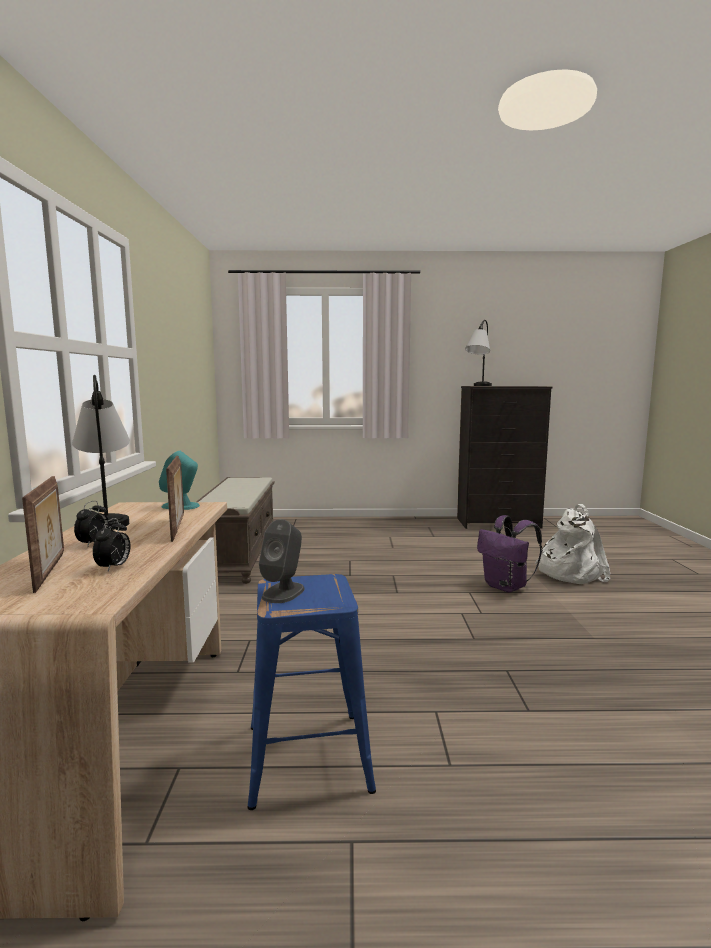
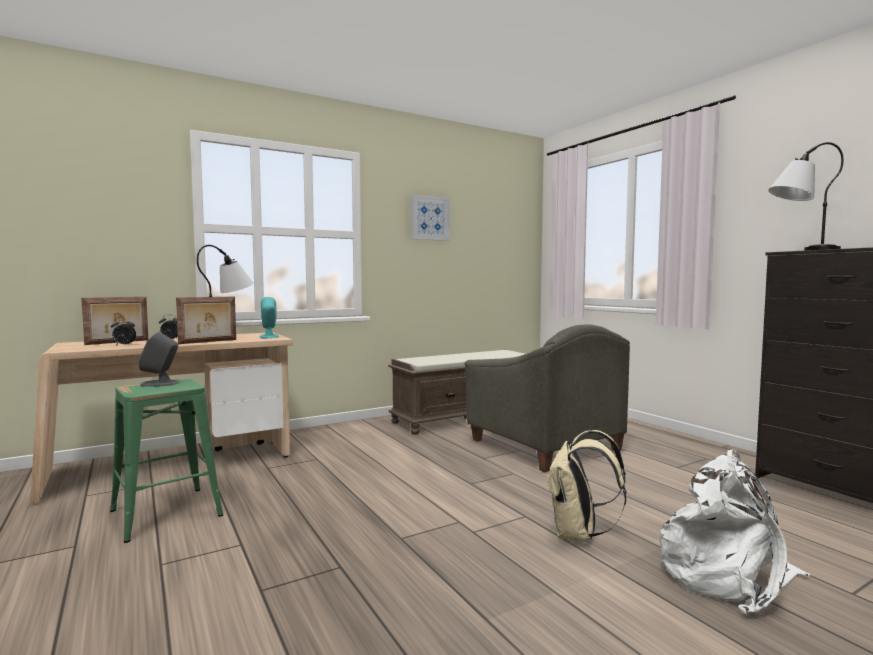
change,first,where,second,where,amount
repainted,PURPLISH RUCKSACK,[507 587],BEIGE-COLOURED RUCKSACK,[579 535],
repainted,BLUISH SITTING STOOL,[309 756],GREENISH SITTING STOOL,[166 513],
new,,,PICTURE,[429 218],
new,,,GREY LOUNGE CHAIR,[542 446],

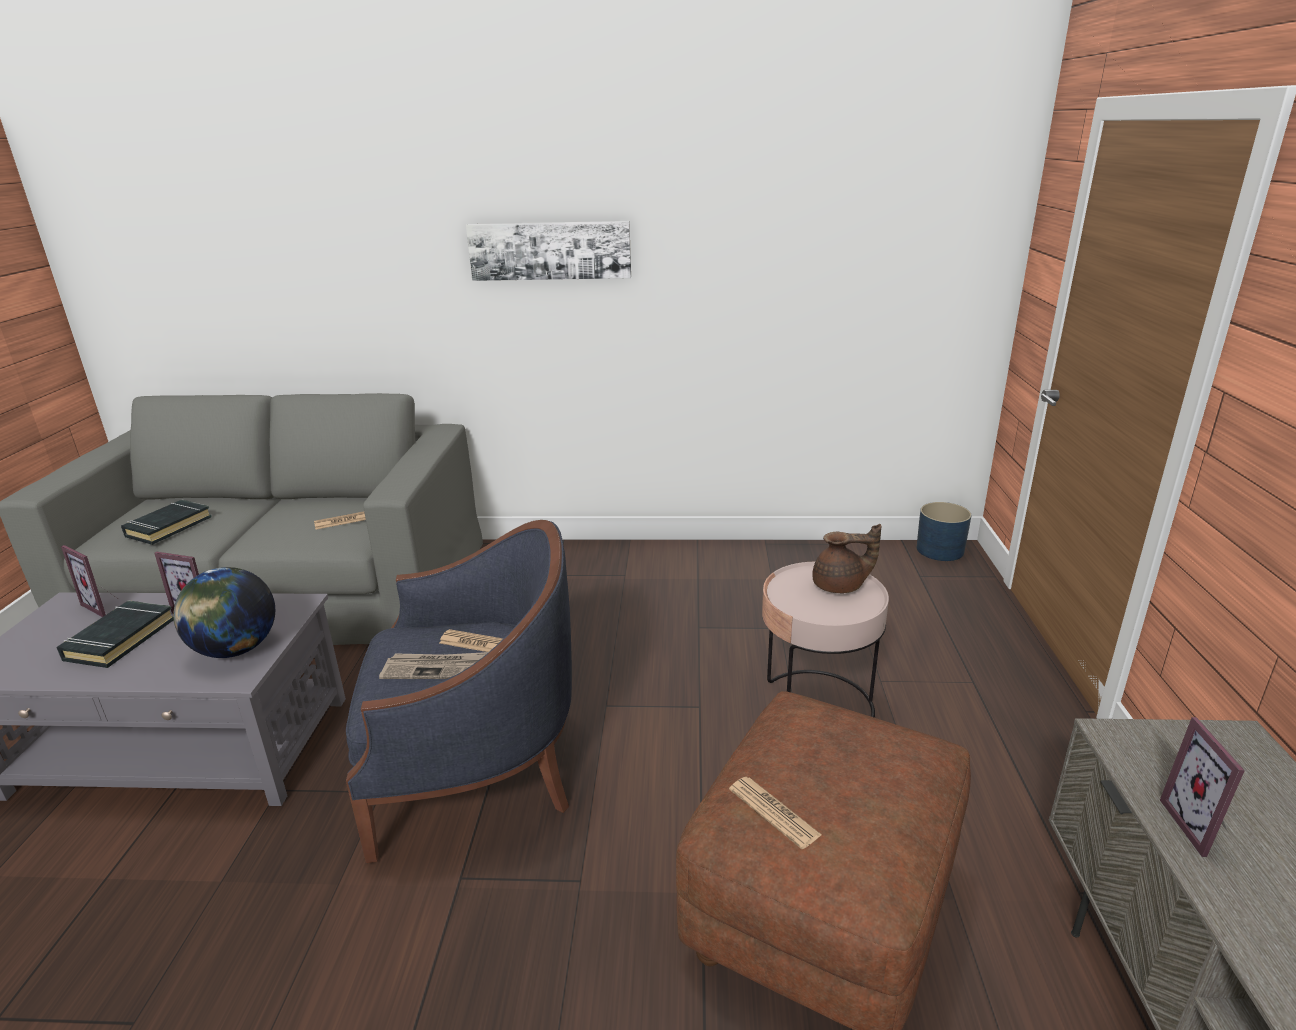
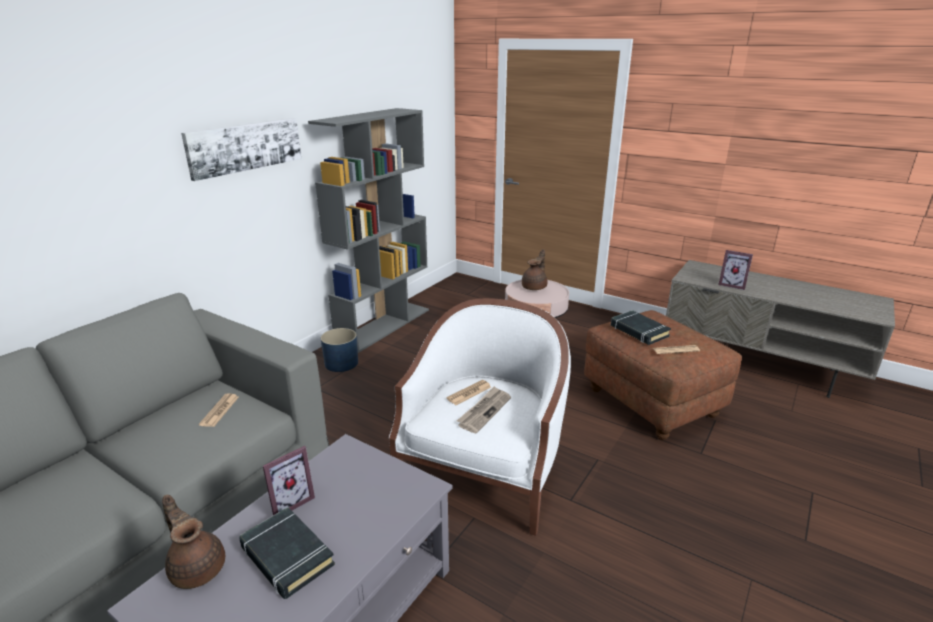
change,first,where,second,where,amount
shifted,BLACK BOOK,[168 526],,[638 331],
shifted,BLUISH PLANT POT,[940 550],,[341 363],
repainted,BLUISH LOUNGE CHAIR,[475 766],WHITE LOUNGE CHAIR,[484 472],
swapped,PHOTO FRAME,[105 605],BROWNISH POT FOR TEA,[197 567],
gone,WORLD GLOBE,[236 649],,,
new,,,GREY BOOKCASE,[384 326],

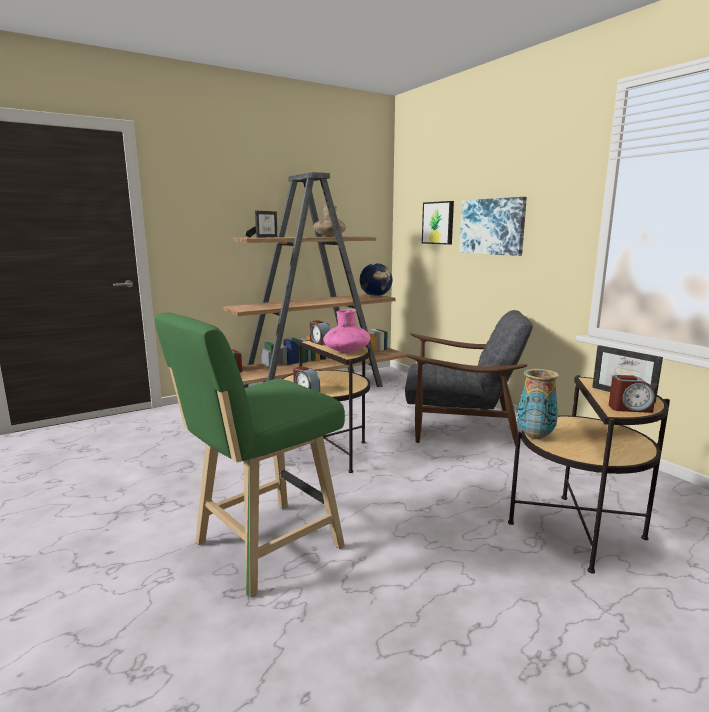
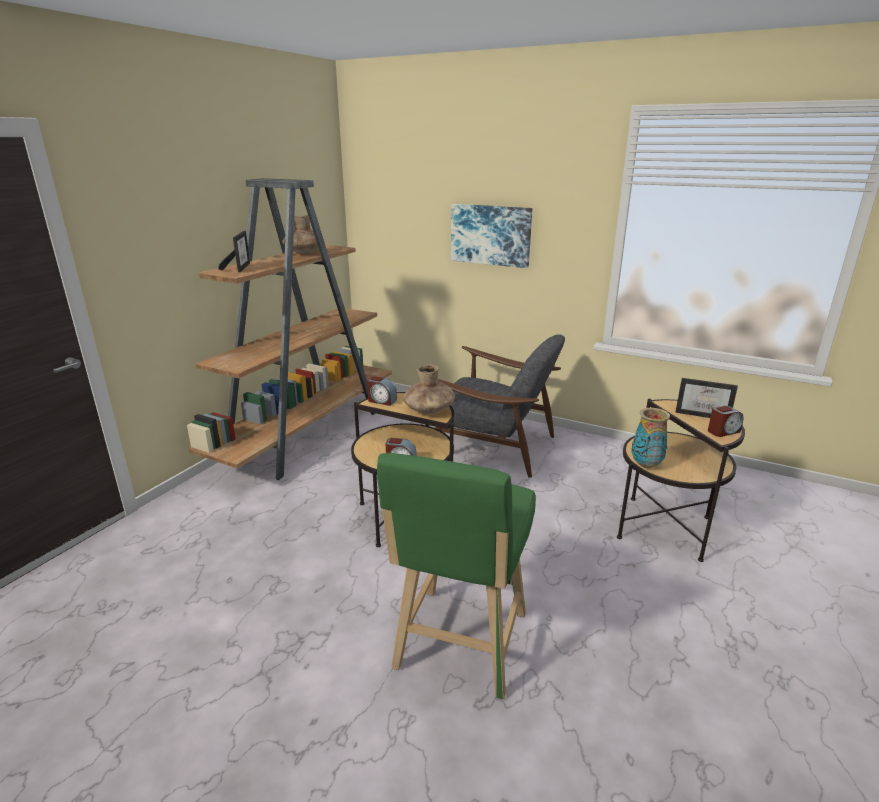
change,first,where,second,where,amount
gone,PICTURE,[438 223],,,
gone,WORLD GLOBE,[376 296],,,
repainted,PINK-COLOURED VASE,[346 351],BROWNISH VASE,[429 410],
rotated,GREY LOUNGE CHAIR,[459 426],,[493 445],45 degrees clockwise

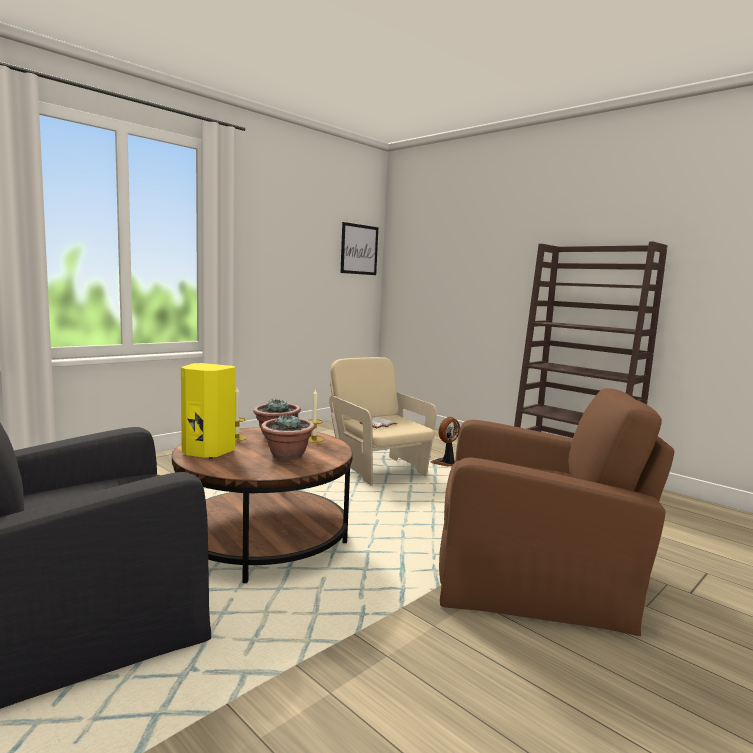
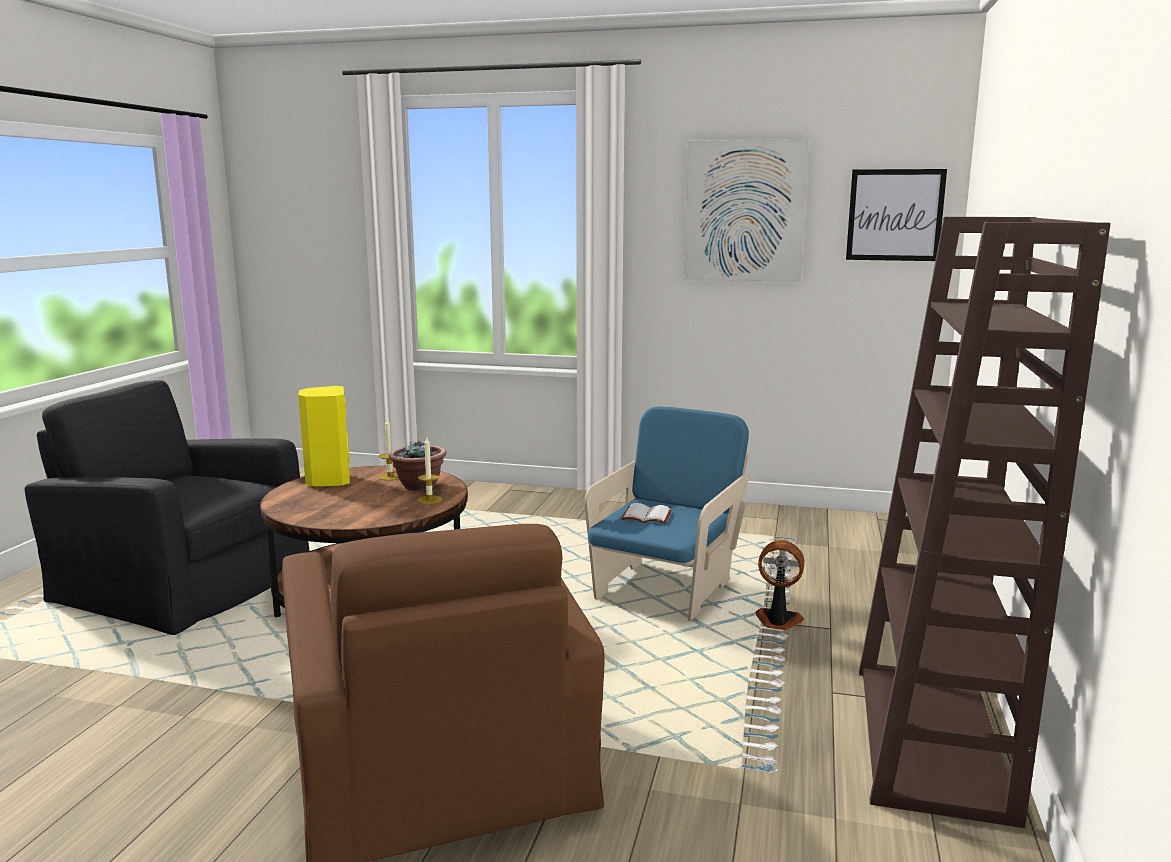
change,first,where,second,where,amount
repainted,BEIGE-COLOURED LOUNGE CHAIR,[378 469],BLUISH LOUNGE CHAIR,[665 588],
gone,PLANT IN A POT,[287 456],,,
new,,,PICTURE,[744 211],

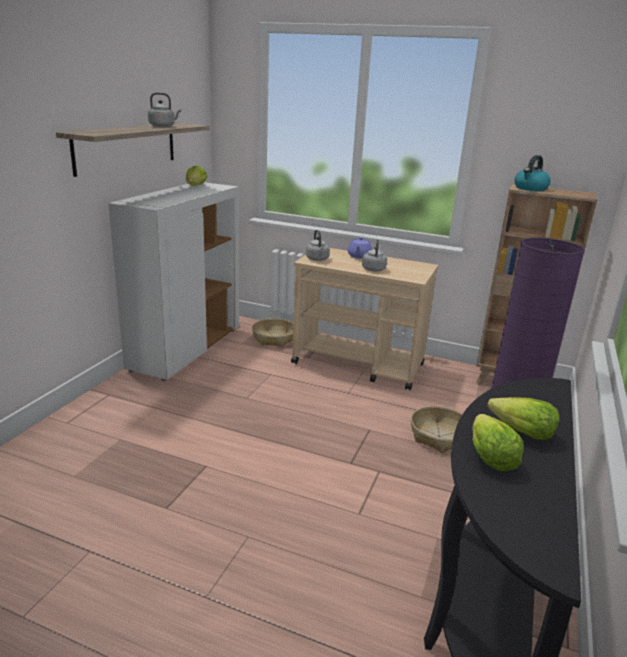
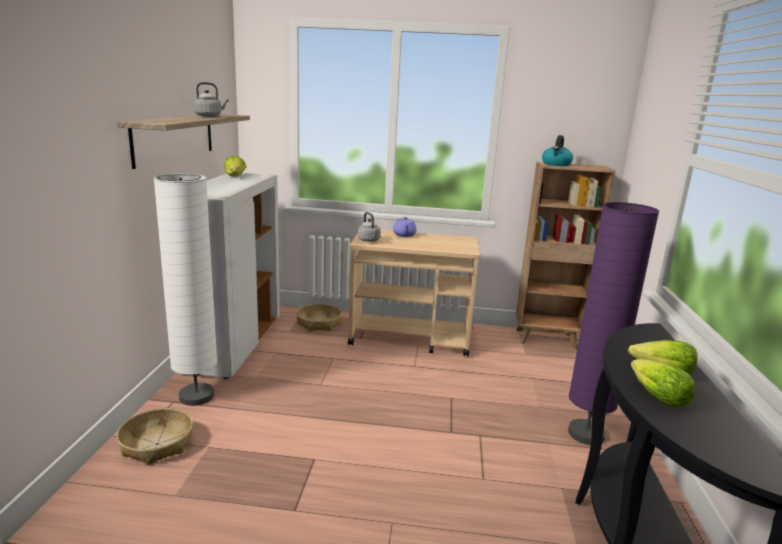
change,first,where,second,where,amount
gone,GREY KETTLE,[373 269],,,
shifted,HOUSEHOLD BASKET,[439 436],,[157 444],
new,,,WHITE STANDING LAMP,[196 396],

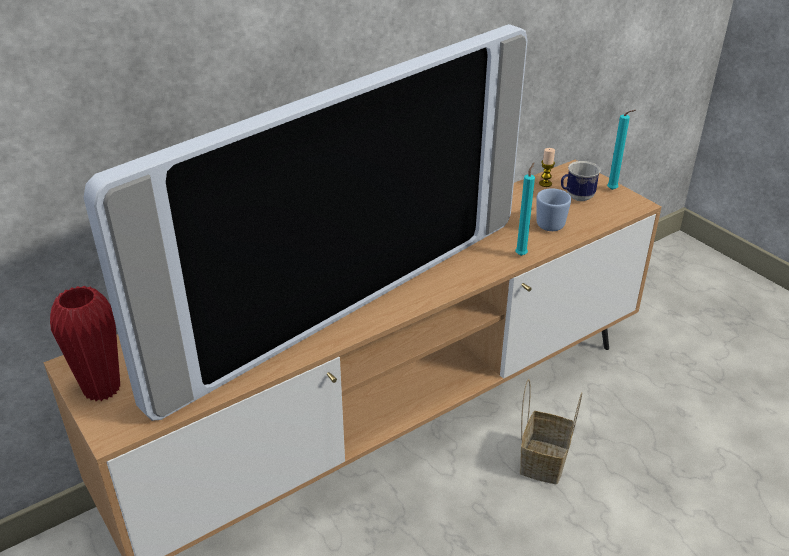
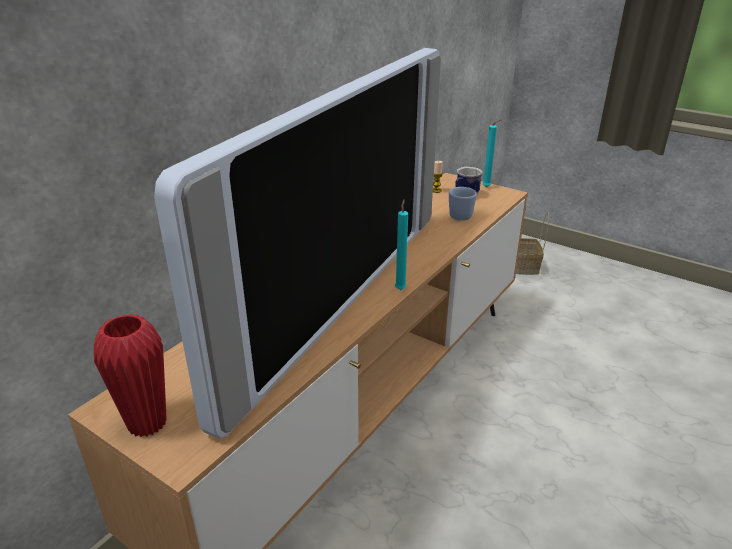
change,first,where,second,where,amount
shifted,BLUE-GREEN CANDLE,[521 254],,[400 289],
shifted,HOUSEHOLD BASKET,[542 459],,[523 266],

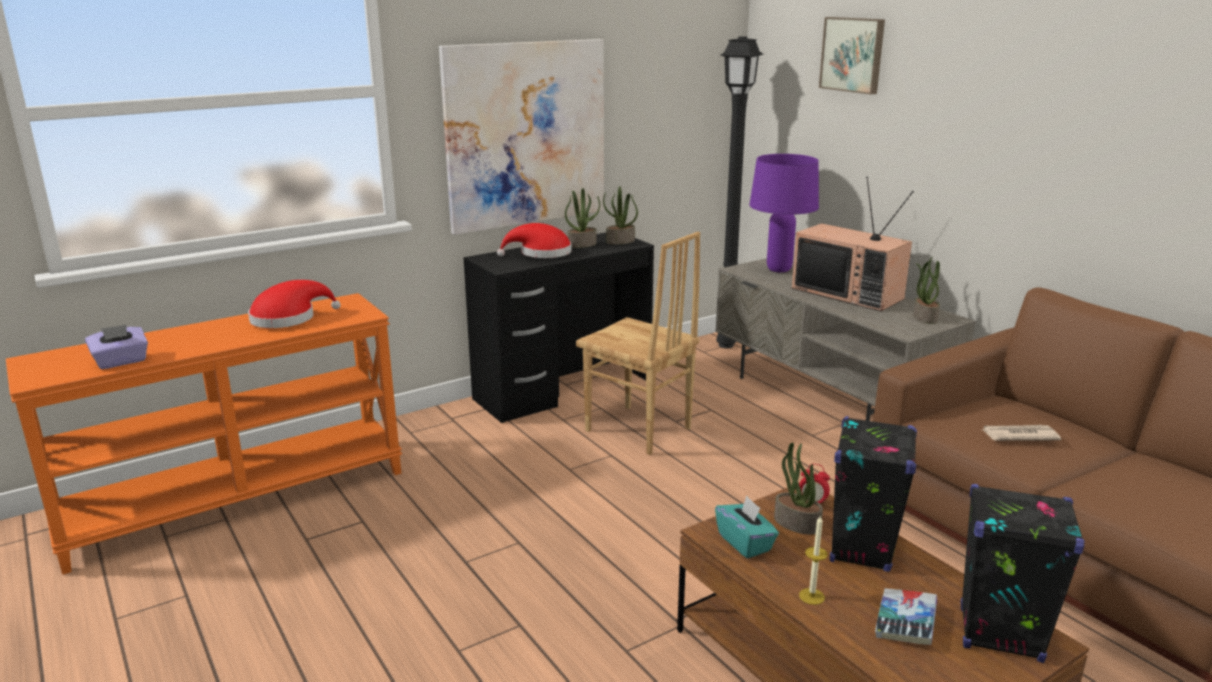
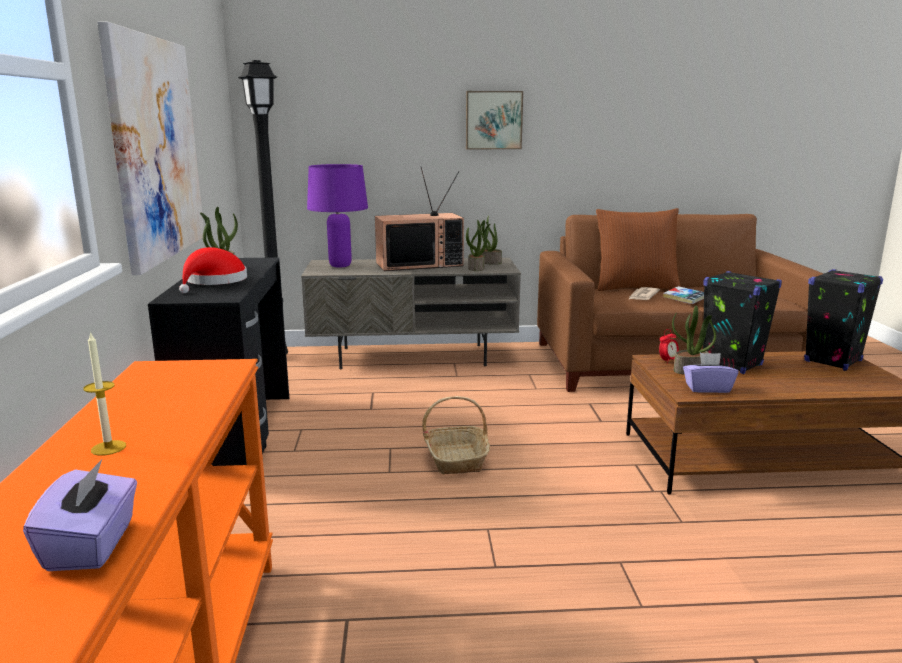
change,first,where,second,where,amount
shifted,PICTURE,[853 54],,[493 120],
shifted,PLANT IN A POT,[620 241],,[476 268],
gone,BROWNISH CHAIR,[637 430],,,
gone,RED CLOTHING HAT,[288 318],,,
repainted,BLUE-GREEN BOX OF TISSUES,[745 543],PURPLISH BOX OF TISSUES,[707 388],
shifted,CANDLE,[811 596],,[108 448],
shifted,BOOK,[905 622],,[684 299],
new,,,BROWNISH CUSHION,[635 287],
new,,,HOUSEHOLD BASKET,[456 458],

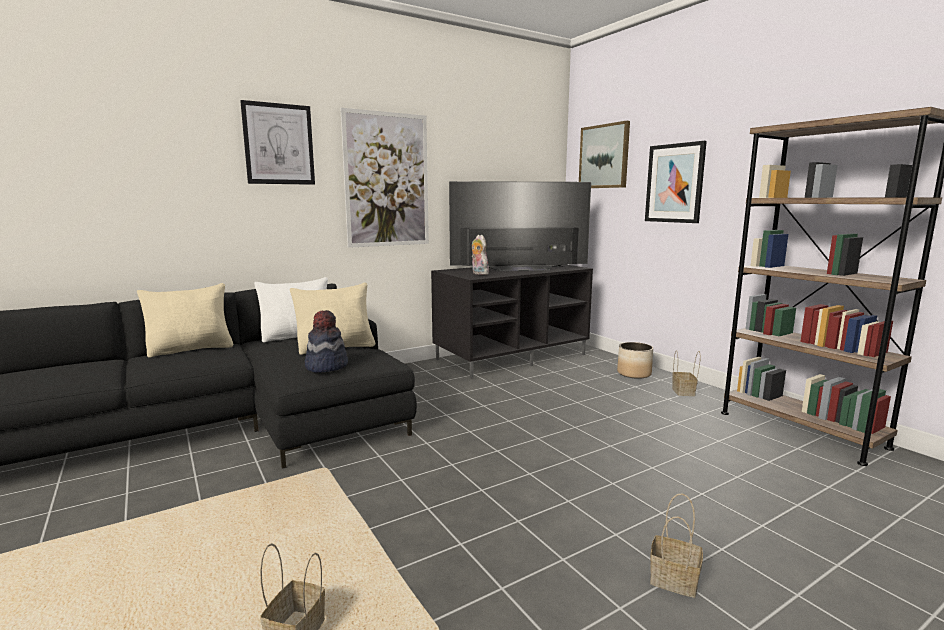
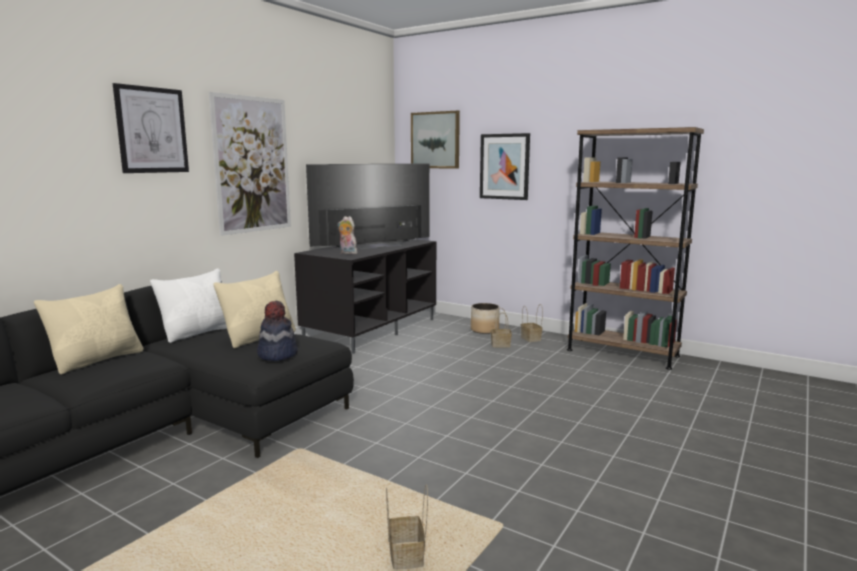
change,first,where,second,where,amount
shifted,HOUSEHOLD BASKET,[672 580],,[500 345],

